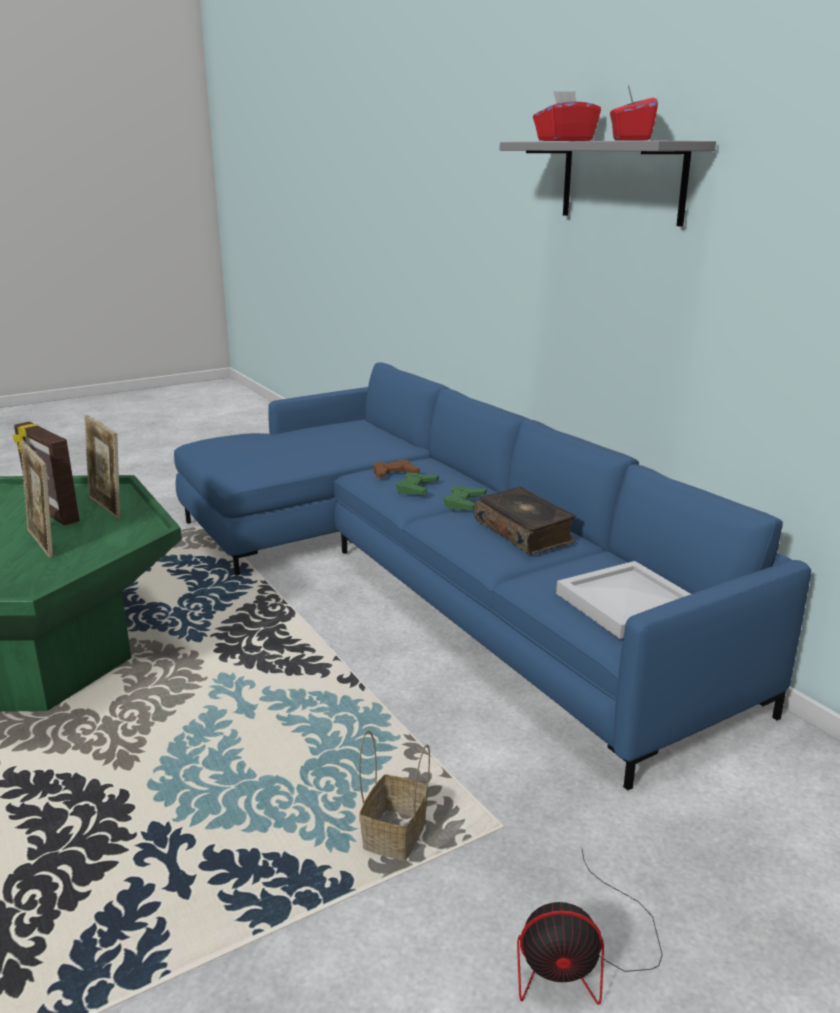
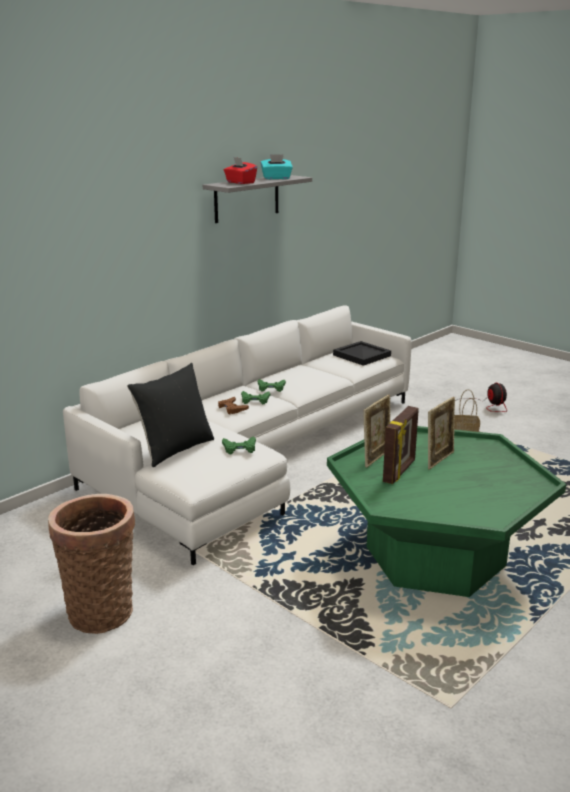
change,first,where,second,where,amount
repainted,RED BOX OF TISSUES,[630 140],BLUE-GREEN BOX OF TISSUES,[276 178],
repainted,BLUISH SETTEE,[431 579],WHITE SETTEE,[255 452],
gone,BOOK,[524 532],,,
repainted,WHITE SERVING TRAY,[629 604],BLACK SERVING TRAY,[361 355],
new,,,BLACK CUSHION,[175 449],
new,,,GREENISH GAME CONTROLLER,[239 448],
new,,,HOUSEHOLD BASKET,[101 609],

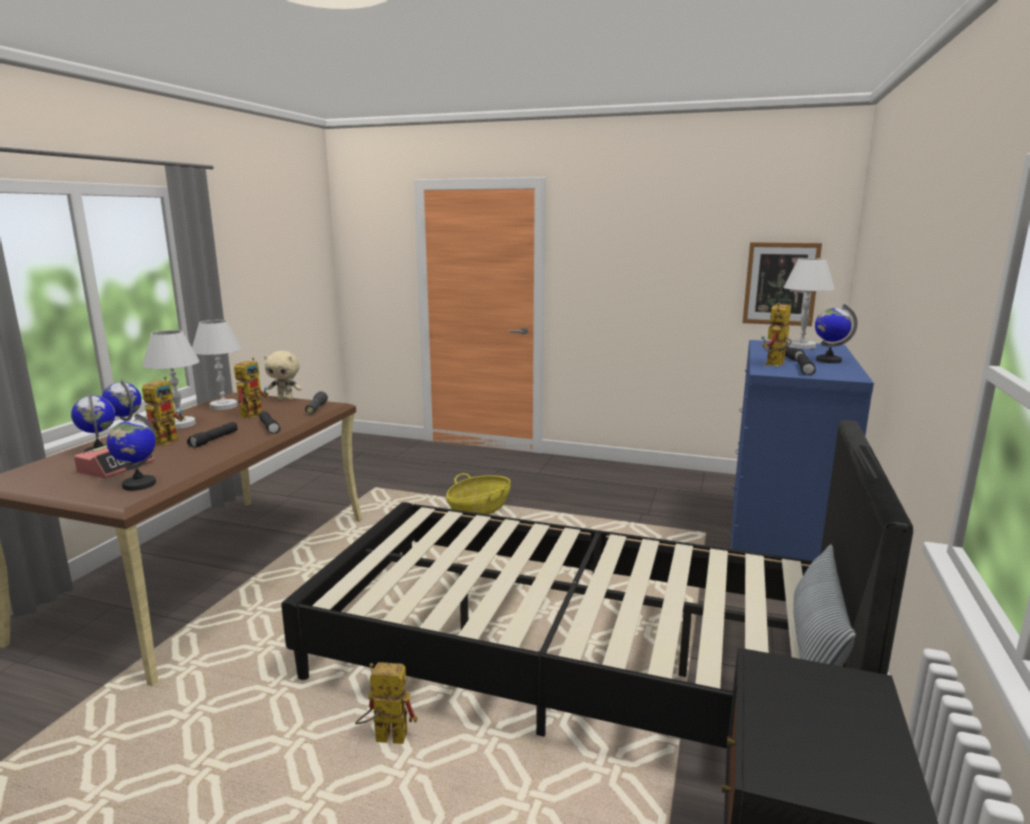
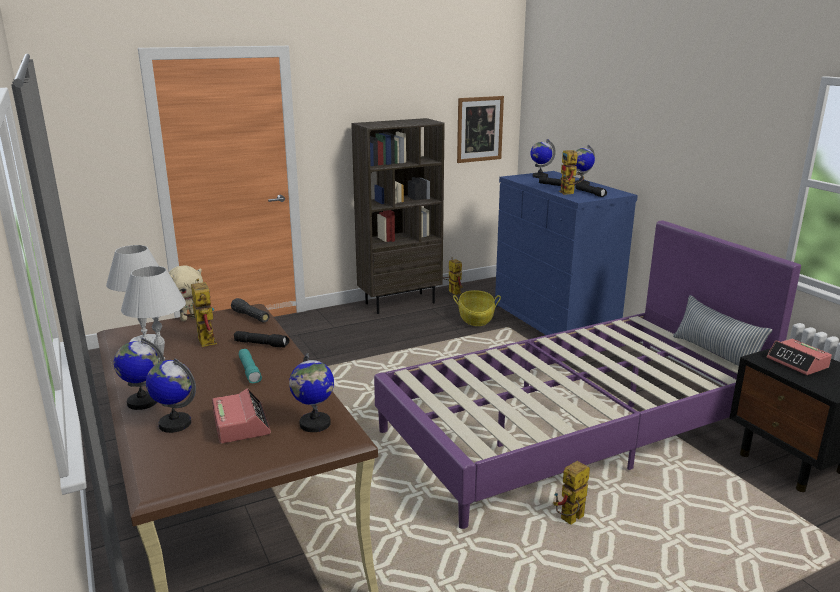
change,first,where,second,where,amount
swapped,WHITE TABLE LAMP,[801 346],WORLD GLOBE,[539 176],
shifted,ROBOT FIGURE,[167 439],,[452 291],
repainted,BLACK BEDROOM BED,[572 659],PURPLISH BEDROOM BED,[573 428],
repainted,BLACK FLASHLIGHT,[214 440],BLUE-GREEN FLASHLIGHT,[250 371],
shifted,HOUSEHOLD BASKET,[479 509],,[476 318],
new,,,BROWNISH BOOKCASE,[400 303],
new,,,ALARM CLOCK,[797 363],

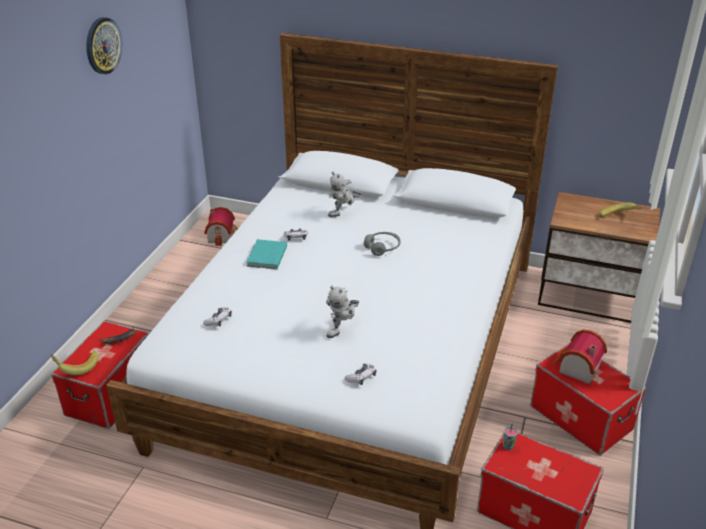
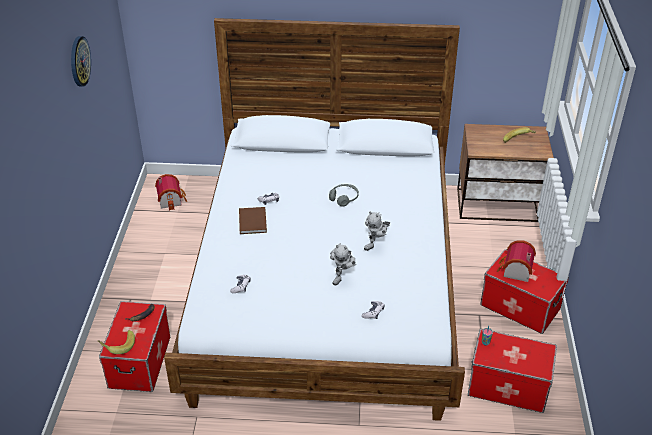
change,first,where,second,where,amount
shifted,ROBOT FIGURE,[343 214],,[377 245],
repainted,BLUE-GREEN BOOK,[266 256],BROWNISH BOOK,[252 222],

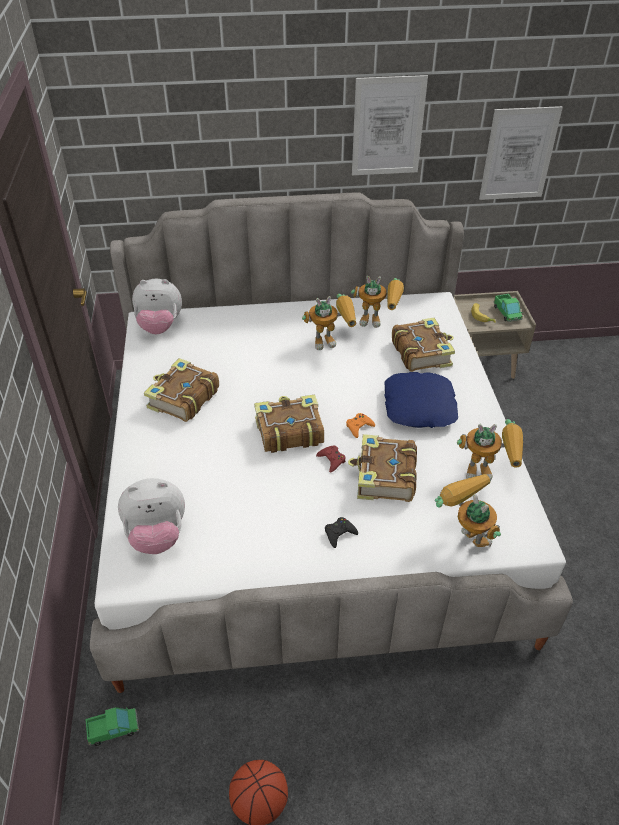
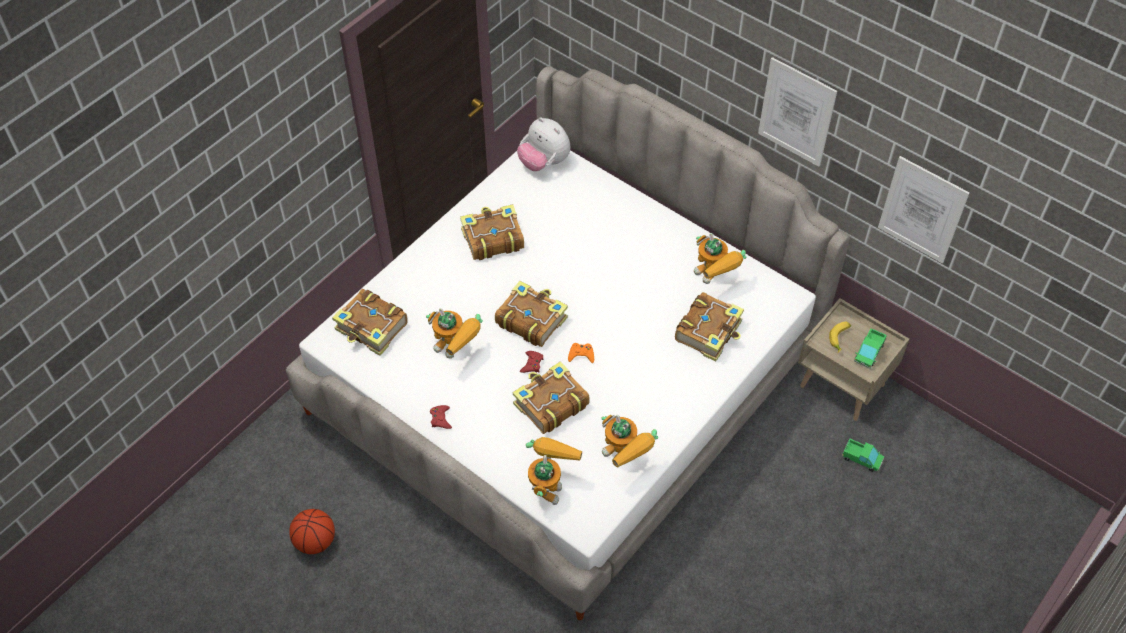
change,first,where,second,where,amount
shifted,ROBOT FIGURE,[332 340],,[456 350],
gone,BLUISH CUSHION,[420 406],,,
swapped,CUDDLY TOY,[157 536],BOOK,[372 328],
gone,BLACK GAME CONTROLLER,[339 533],,,
shifted,MODEL TRUCK,[113 729],,[862 458],
new,,,RED GAME CONTROLLER,[440 419],

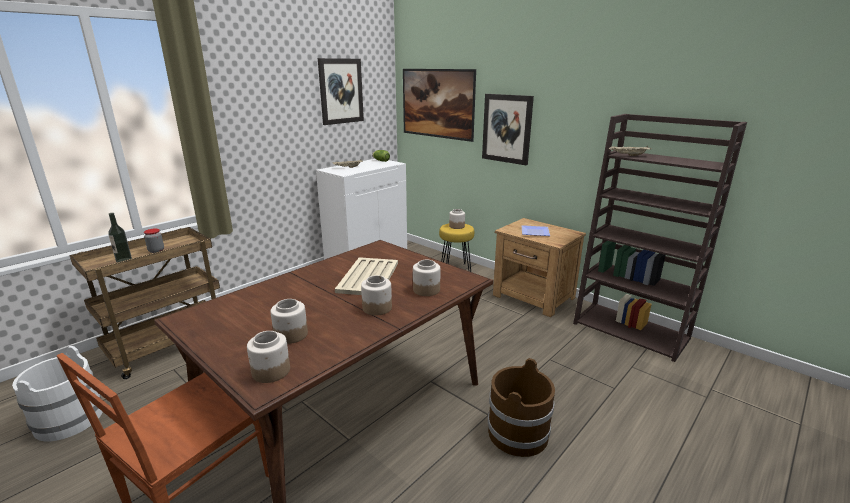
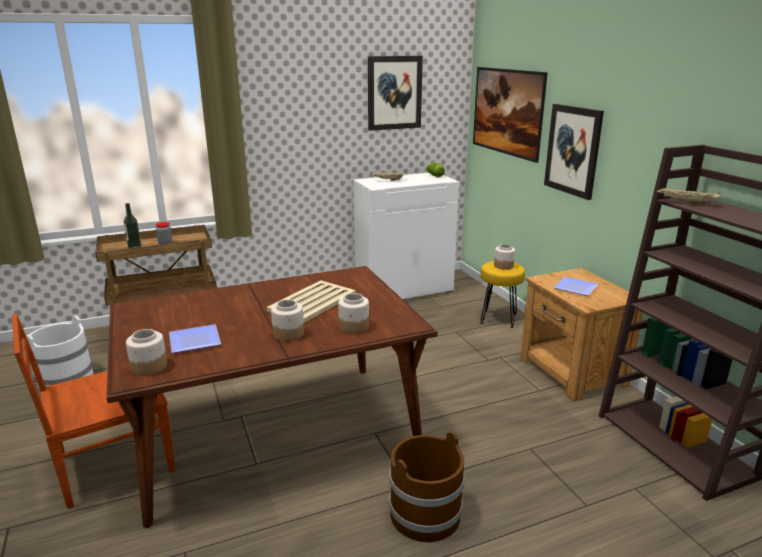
change,first,where,second,where,amount
swapped,PRESERVE JAR,[290 335],DINNER PLATE,[193 340],

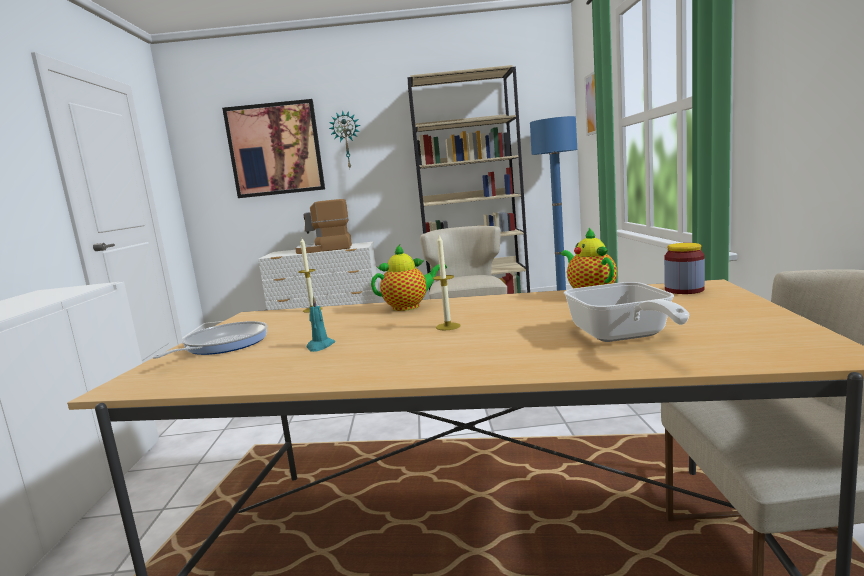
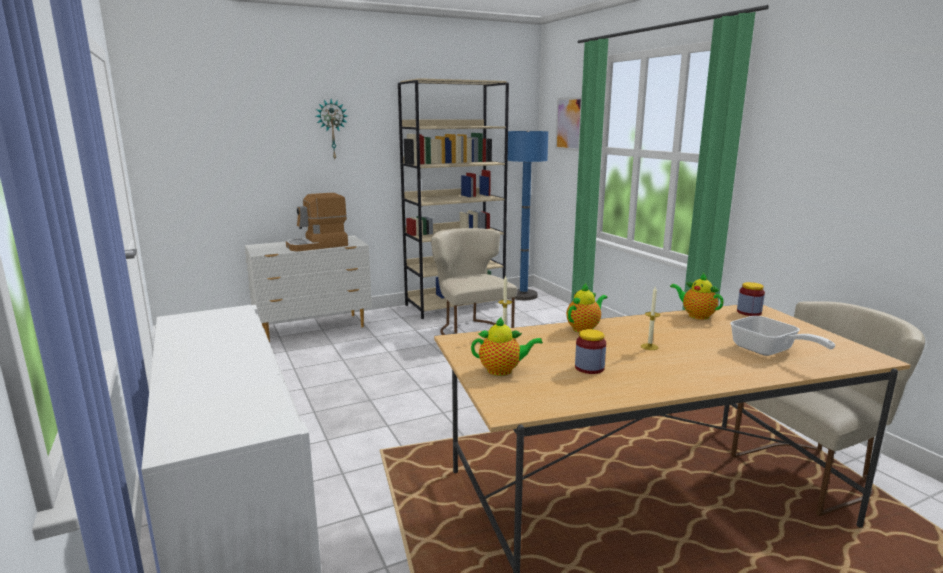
change,first,where,second,where,amount
gone,PICTURE,[275 149],,,
swapped,BLUE-GREEN CANDLE,[320 346],PRESERVE JAR,[589 368],
swapped,FRYING PAN,[222 345],POT FOR TEA,[503 370],

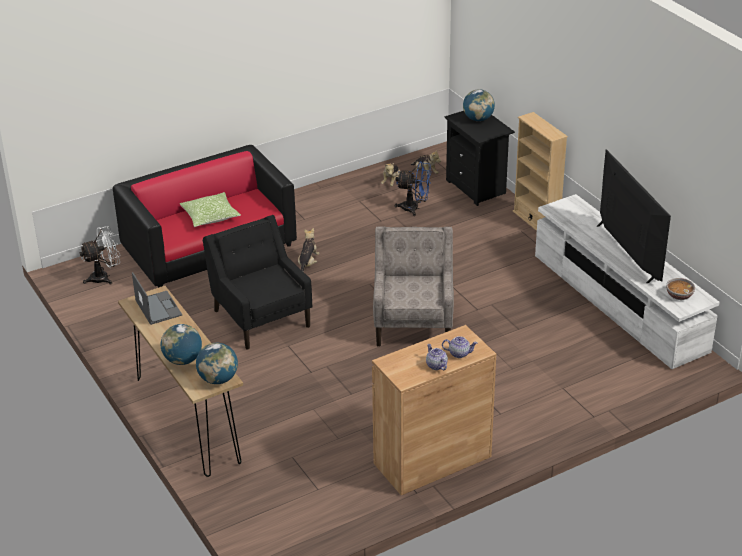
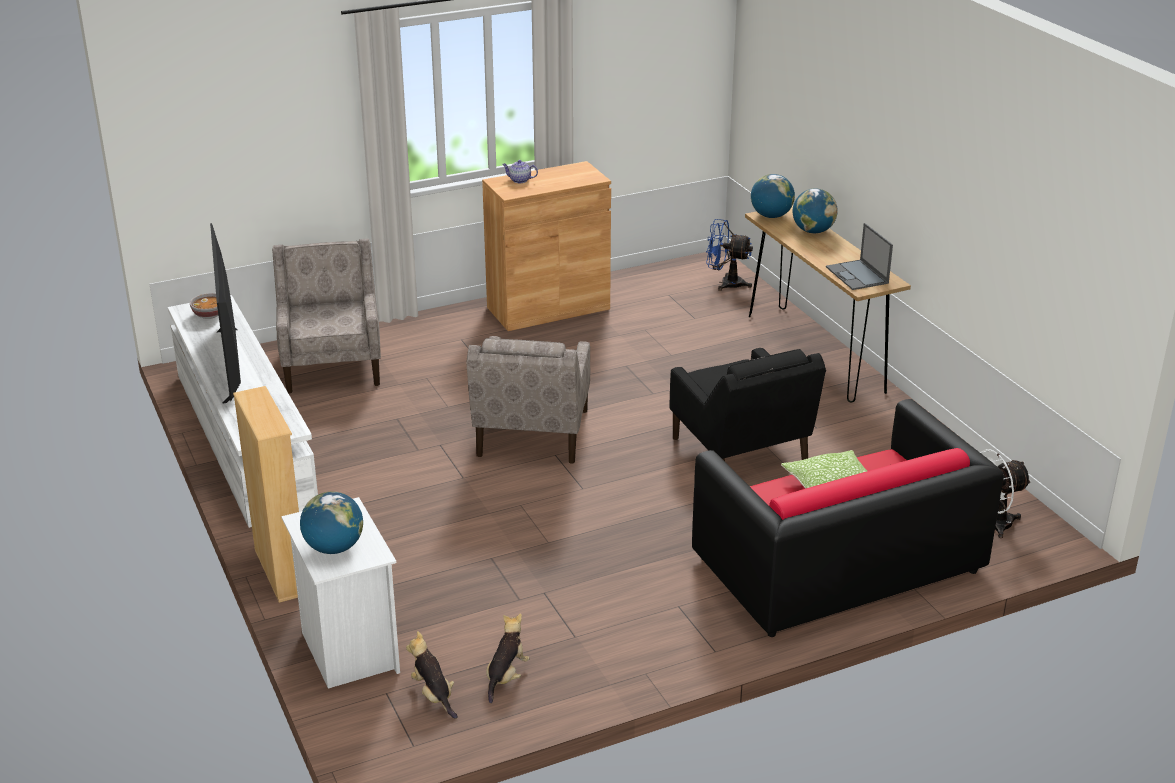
change,first,where,second,where,amount
repainted,BLACK NIGHT TABLE,[477 187],WHITE NIGHT TABLE,[347 650],
shifted,BLUISH ELECTRIC FAN,[414 208],,[725 283],
gone,CUDDLY TOY,[308 264],,,
gone,POT FOR TEA,[436 365],,,
new,,,BEIGE-COLOURED LOUNGE CHAIR,[332 365],

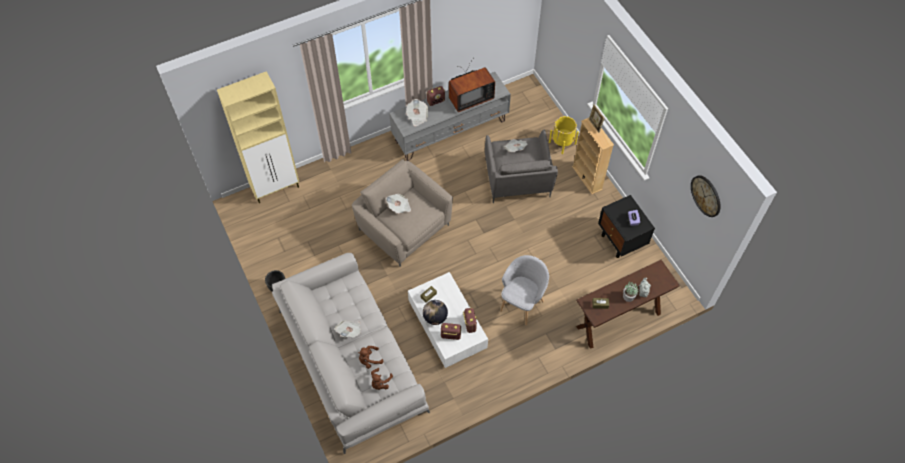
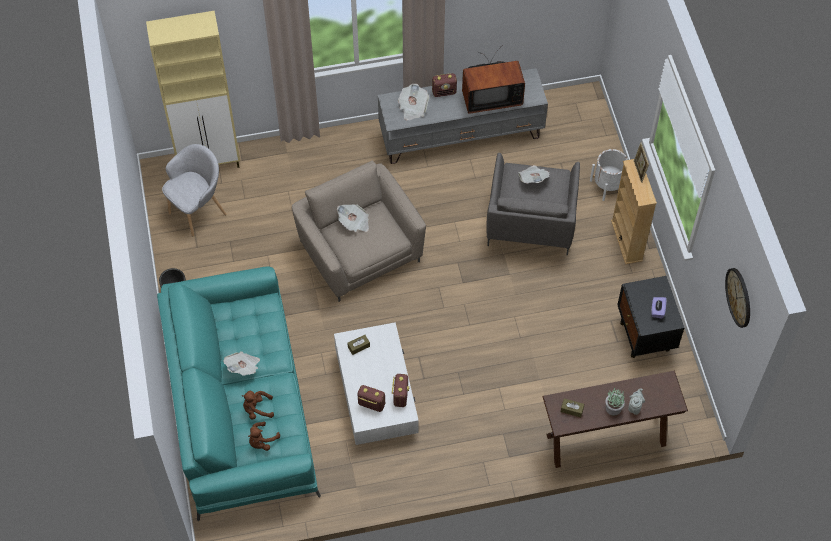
change,first,where,second,where,amount
repainted,YELLOW-COLOURED PLANT POT,[562 143],WHITE PLANT POT,[608 185],
repainted,GREY SETTEE,[351 359],BLUE-GREEN SETTEE,[241 405],
shifted,GREY LOUNGE CHAIR,[522 304],,[198 211],
gone,WORLD GLOBE,[435 317],,,

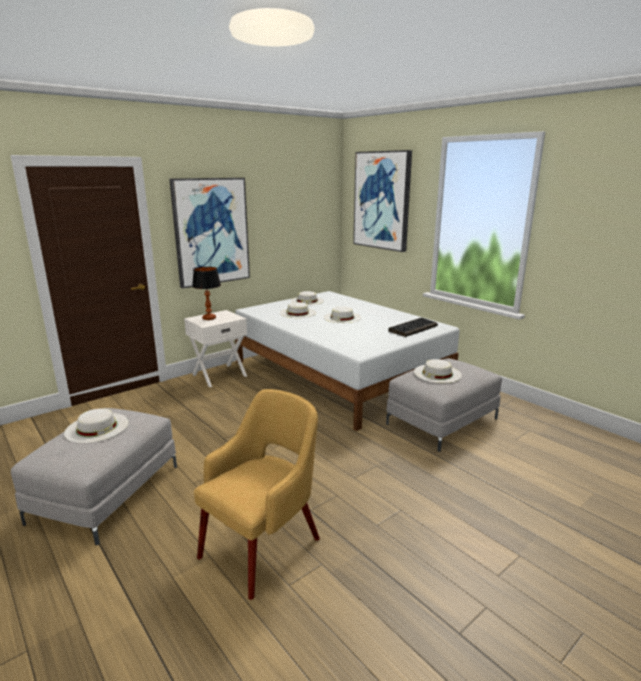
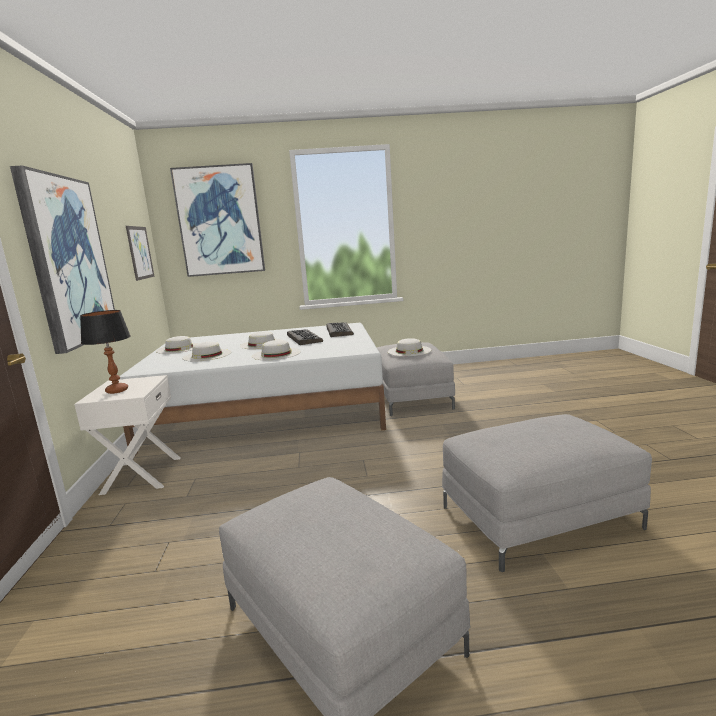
change,first,where,second,where,amount
swapped,YELLOW-COLOURED LOUNGE CHAIR,[263 545],GREY OTTOMAN,[538 516],
shifted,WHITE CLOTHING HAT,[97 427],,[276 354],
new,,,PICTURE,[140 252],
new,,,COMPUTER KEYBOARD,[303 338],

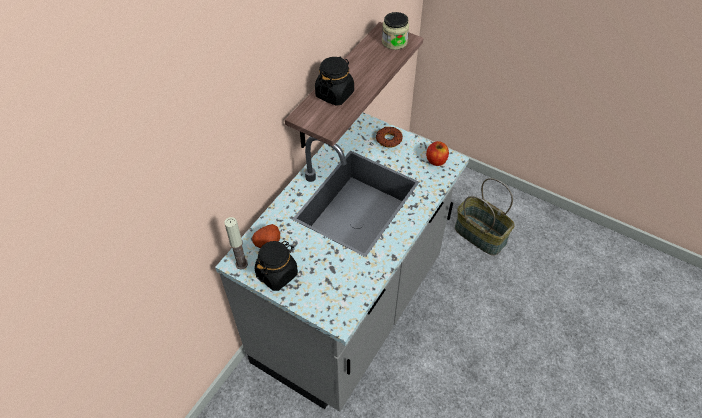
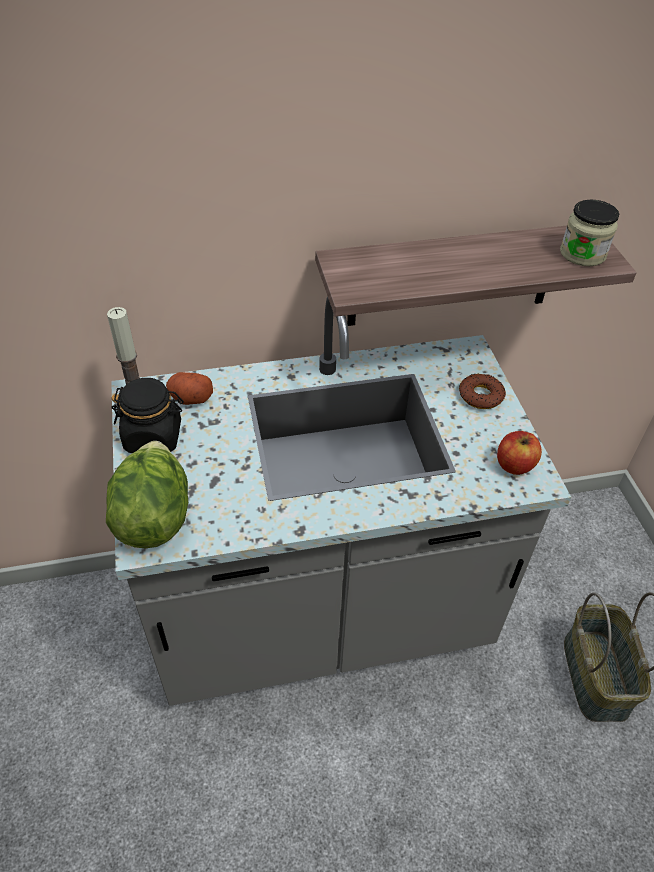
change,first,where,second,where,amount
gone,BLACK PRESERVE JAR,[335 94],,,
new,,,LETTUCE HEAD,[153 516],

